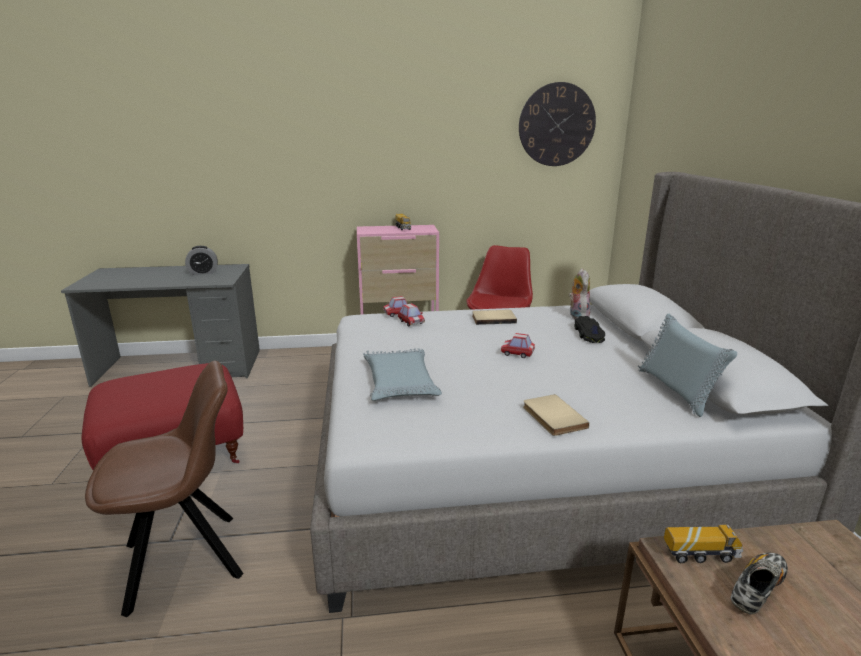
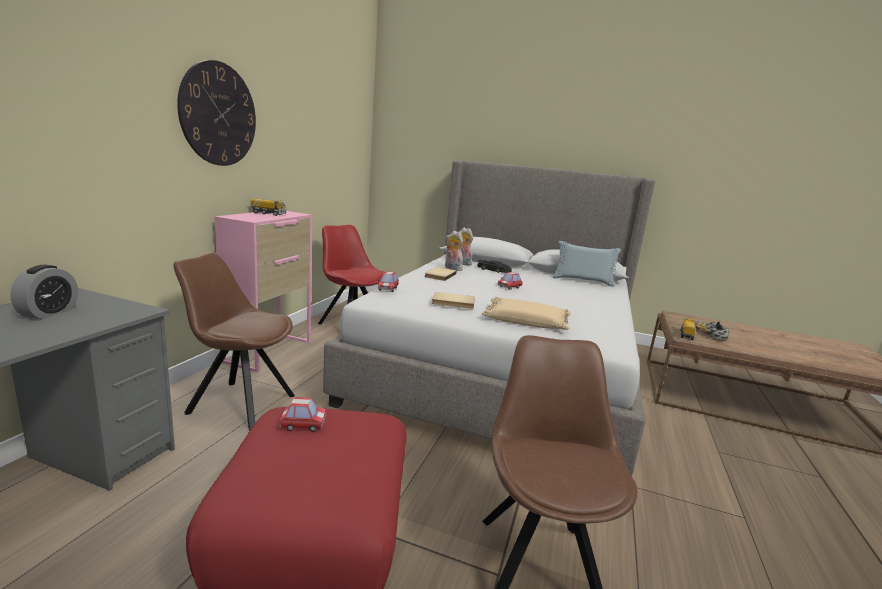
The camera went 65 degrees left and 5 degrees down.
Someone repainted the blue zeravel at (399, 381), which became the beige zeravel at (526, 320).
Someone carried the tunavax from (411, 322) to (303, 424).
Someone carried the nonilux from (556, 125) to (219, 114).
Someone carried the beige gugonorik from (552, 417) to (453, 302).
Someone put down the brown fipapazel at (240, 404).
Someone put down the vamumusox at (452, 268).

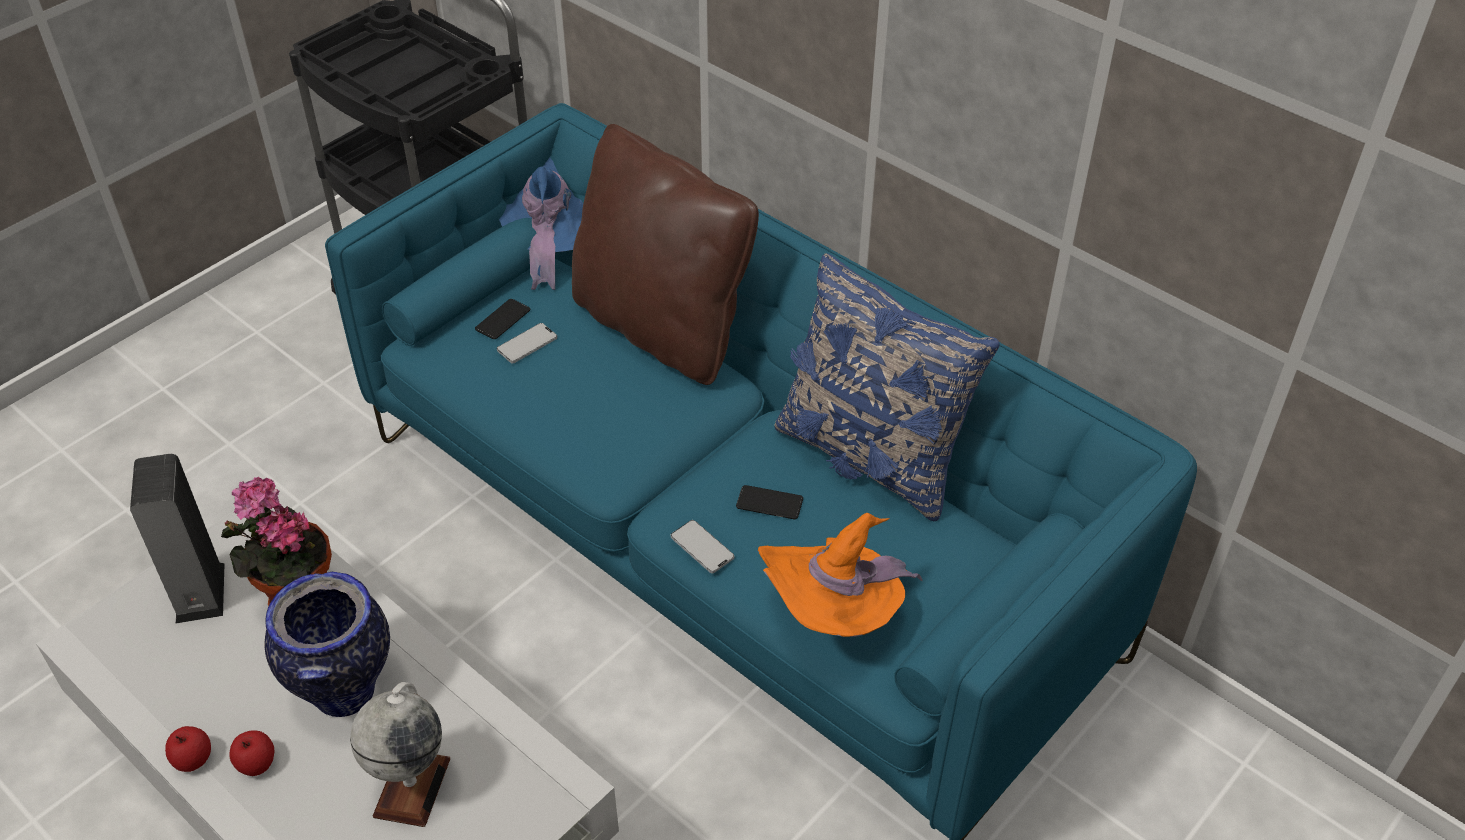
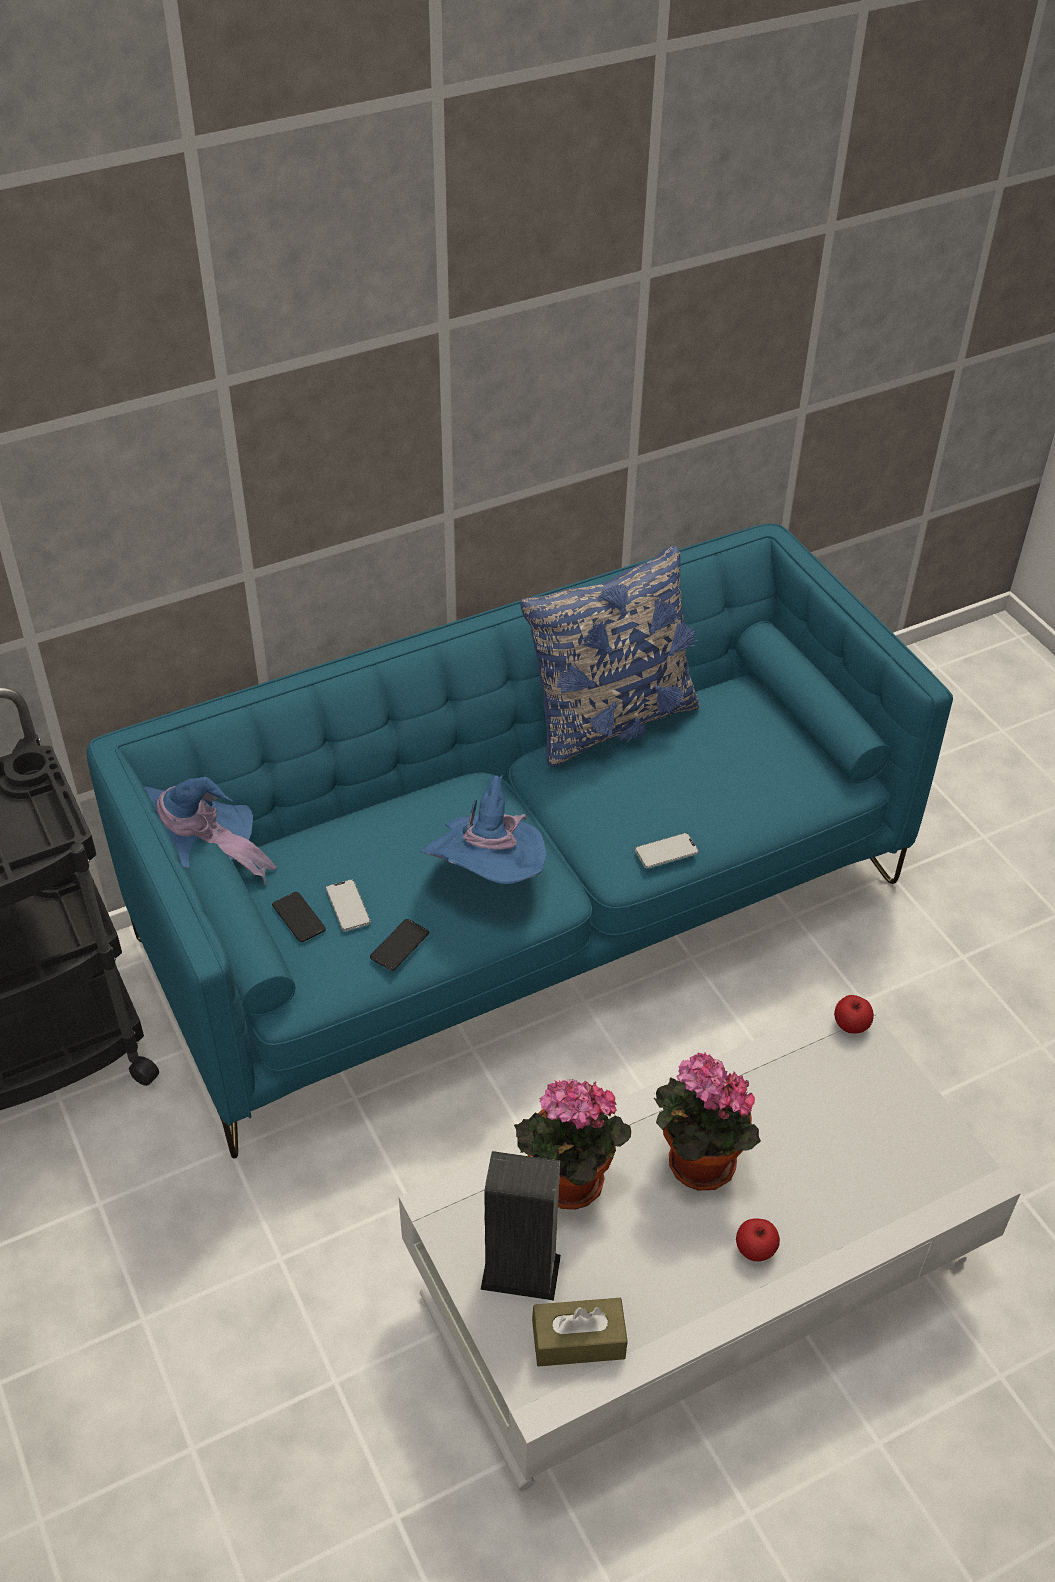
The camera went 70 degrees left and 0 degrees up.
Someone carried the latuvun from (193, 759) to (851, 1025).
Someone swapped the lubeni at (344, 691) for the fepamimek at (695, 1165).
Someone took away the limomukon at (412, 786).
Someone took away the brown zeravel at (662, 327).
Someone carried the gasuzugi from (769, 503) to (399, 945).
Someone took away the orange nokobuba at (835, 614).
Someone put down the blue nokobuba at (489, 876).
Someone put down the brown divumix at (578, 1340).

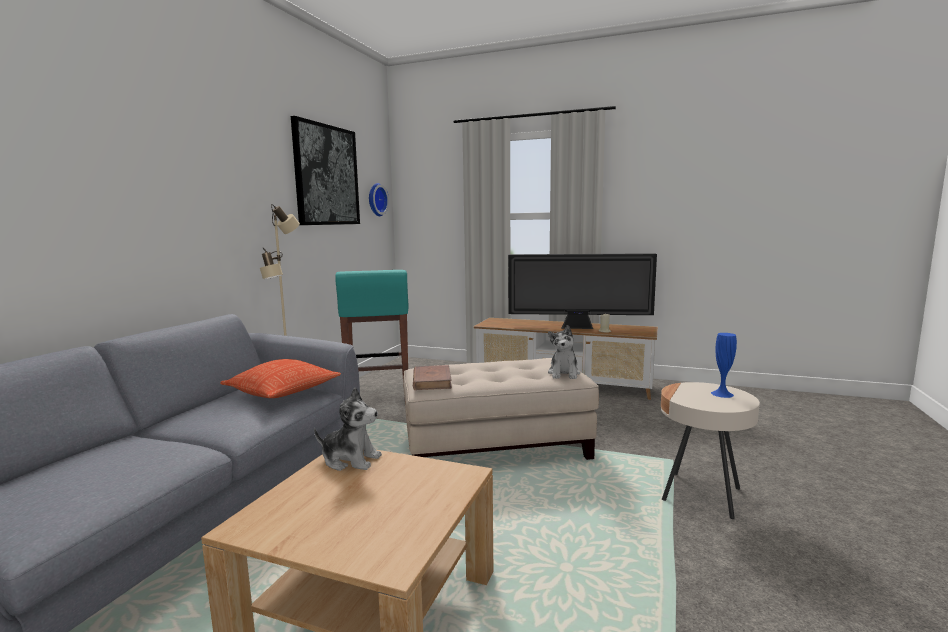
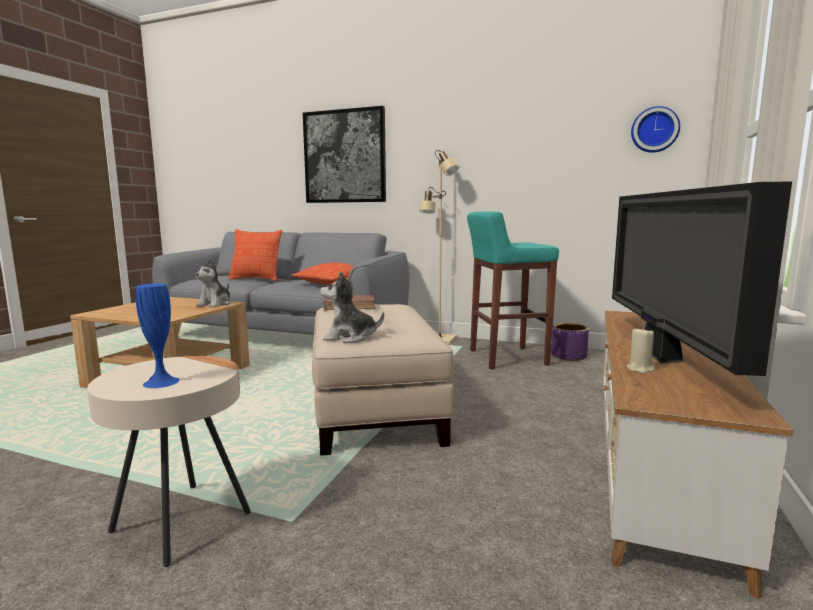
The camera went 90 degrees right and 0 degrees up.
Someone carried the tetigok from (326, 175) to (344, 156).
Someone put down the orange zeravel at (256, 279).
Someone put down the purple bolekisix at (569, 356).

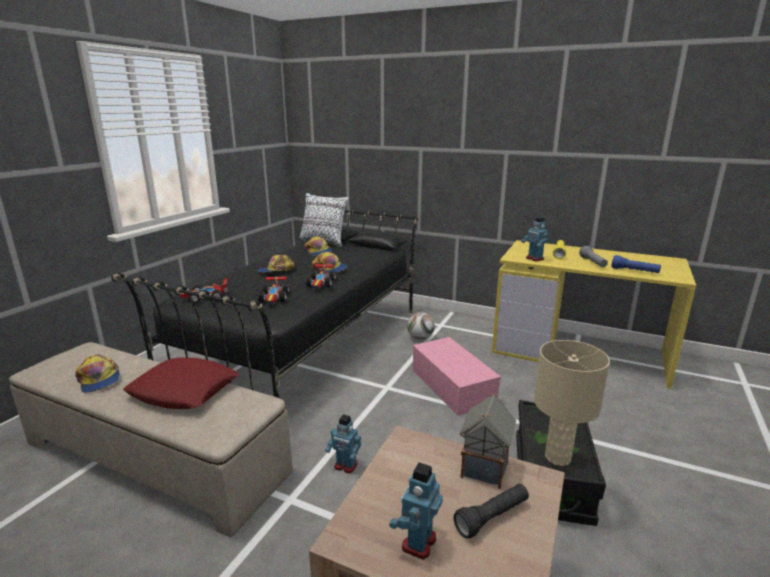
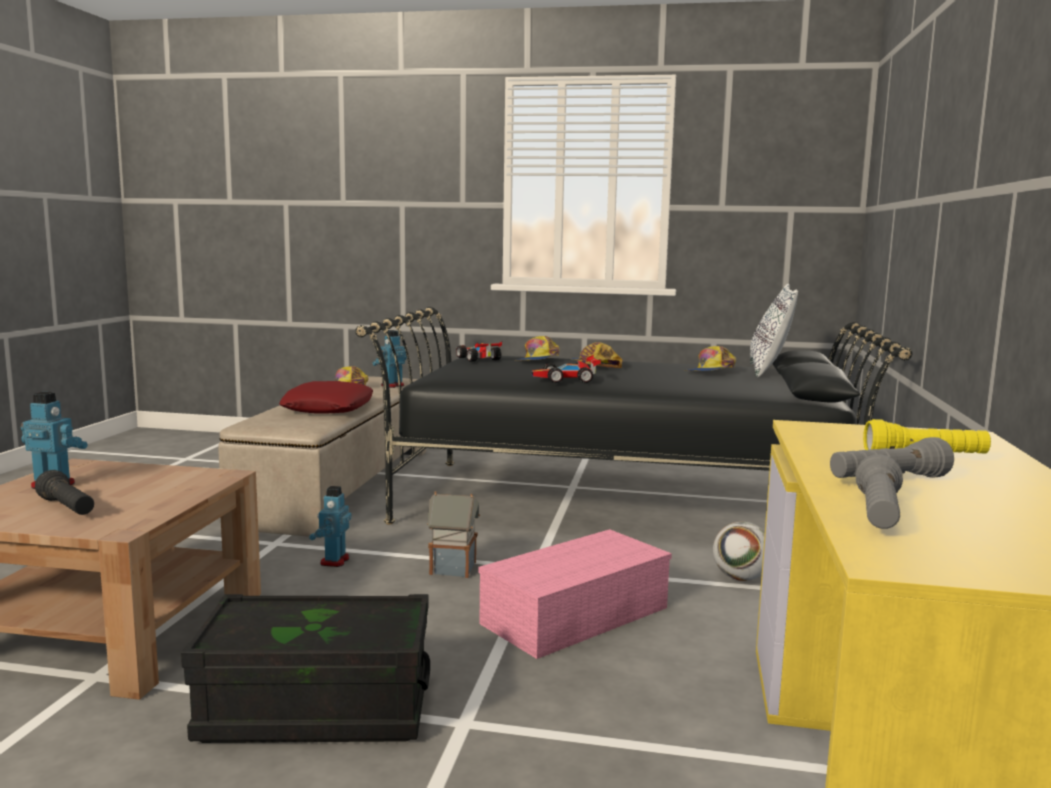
The camera went 75 degrees right and 10 degrees down.
Someone took away the tunavax at (275, 297).
Someone carried the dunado from (329, 268) to (537, 360).
Someone carried the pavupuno from (484, 468) to (454, 568).
Someone carried the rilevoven from (534, 259) to (392, 385).
Someone took away the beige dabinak at (557, 457).
Someone repainted the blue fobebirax at (634, 271), which became the grey fobebirax at (878, 514).

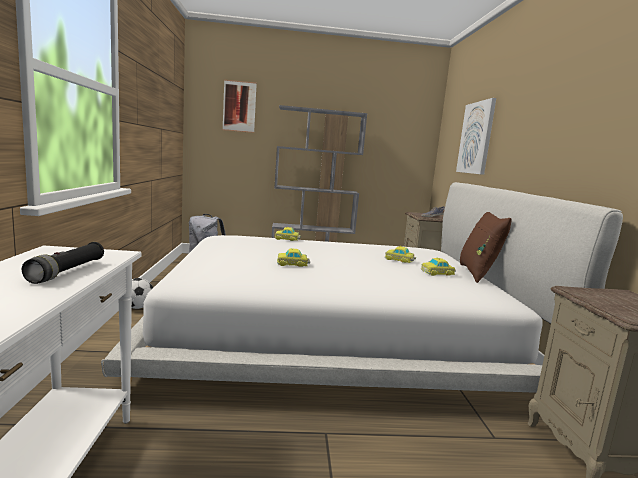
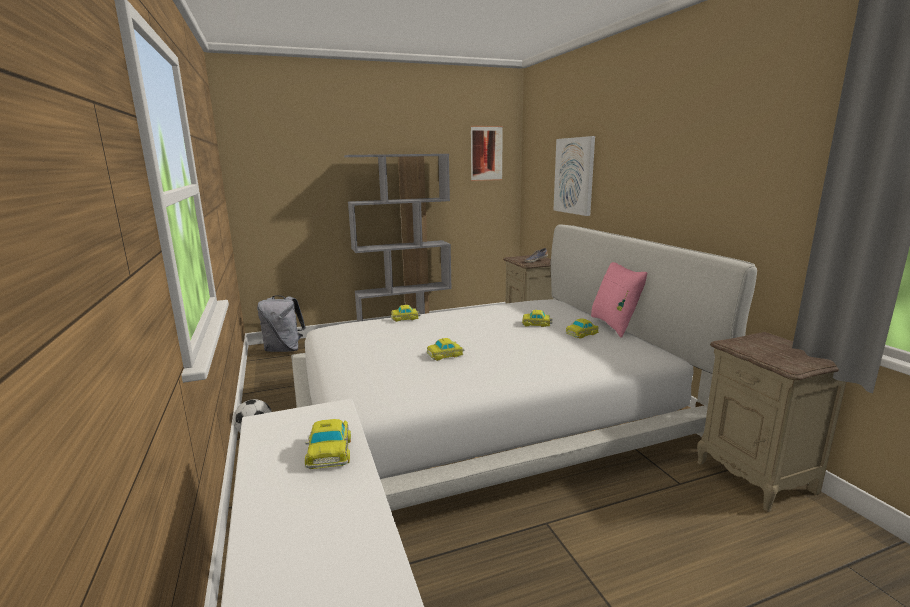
The camera went 15 degrees left and 5 degrees up.
Someone swapped the black fobebirax at (68, 271) for the tunavax at (329, 450).
Someone carried the tetigok from (239, 106) to (486, 153).
Someone repainted the brown zeravel at (478, 274), which became the pink zeravel at (614, 326).

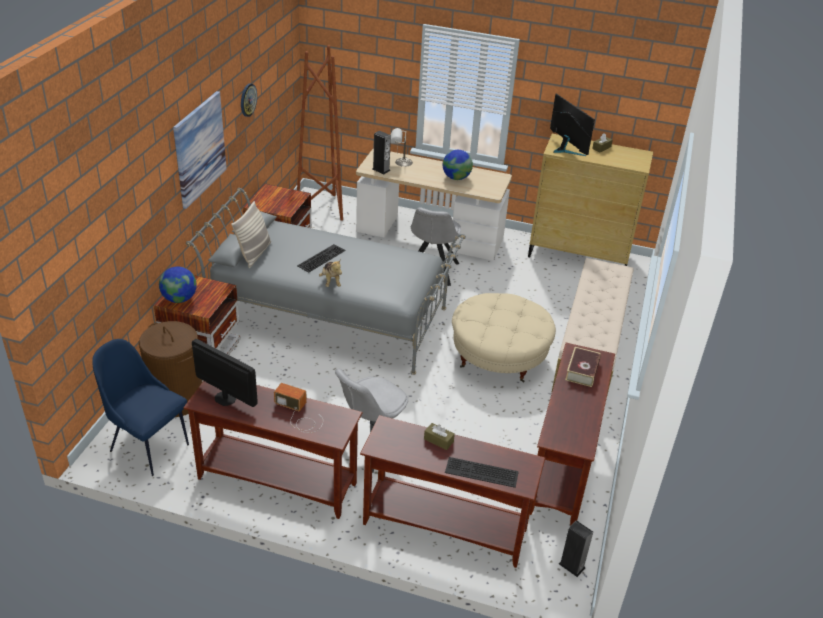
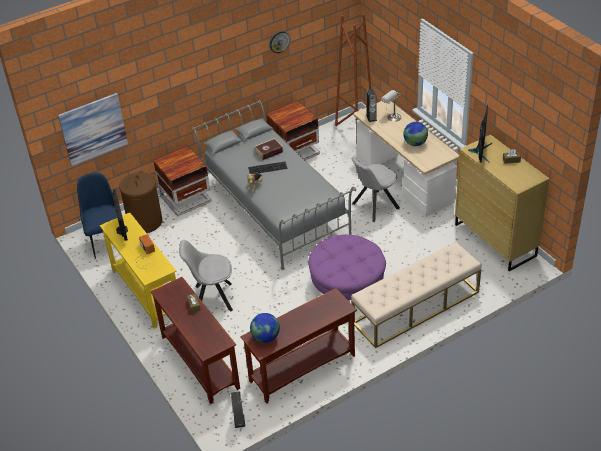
The camera went 45 degrees right and 5 degrees up.
Someone carried the limomukon from (179, 299) to (266, 337).
Someone carried the tetigok from (199, 149) to (93, 129).
Someone repainted the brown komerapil at (276, 481), which became the yellow komerapil at (146, 292).
Someone took away the zeravel at (254, 254).
Someone took away the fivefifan at (480, 473).
Someone repainted the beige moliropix at (499, 356), which became the purple moliropix at (347, 284).
Someone carried the gugonorik from (582, 371) to (269, 152).

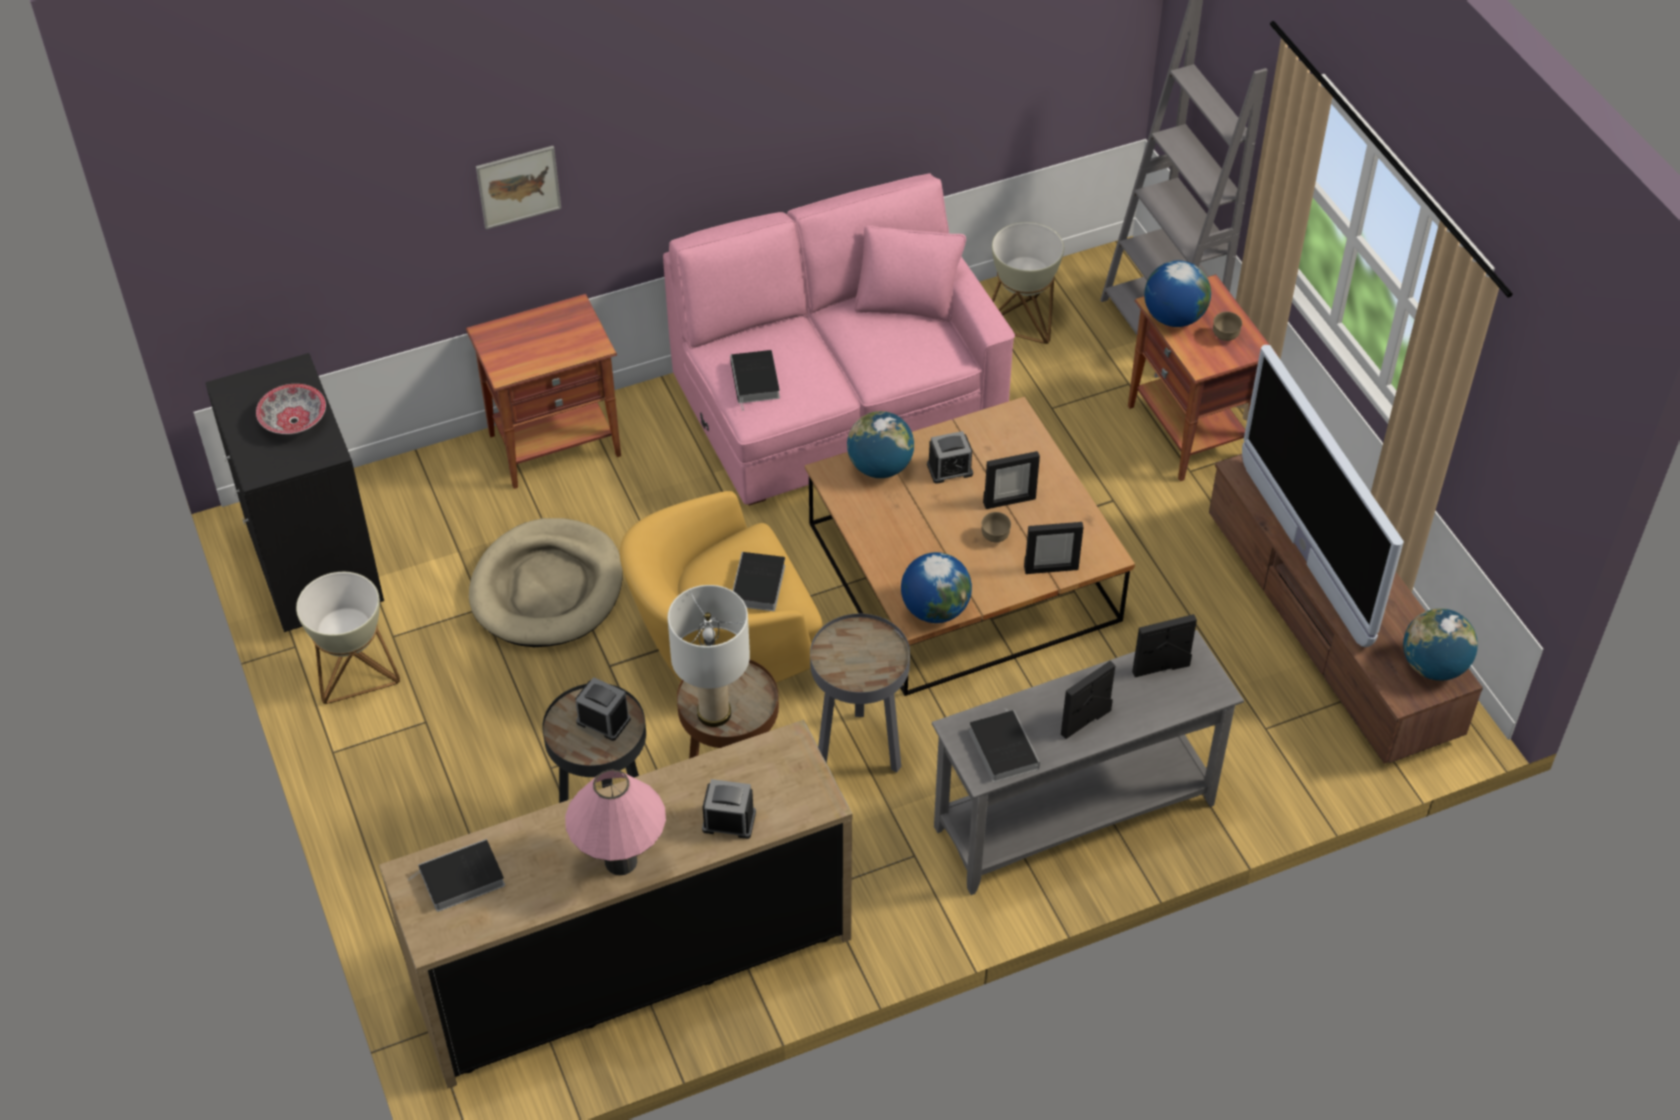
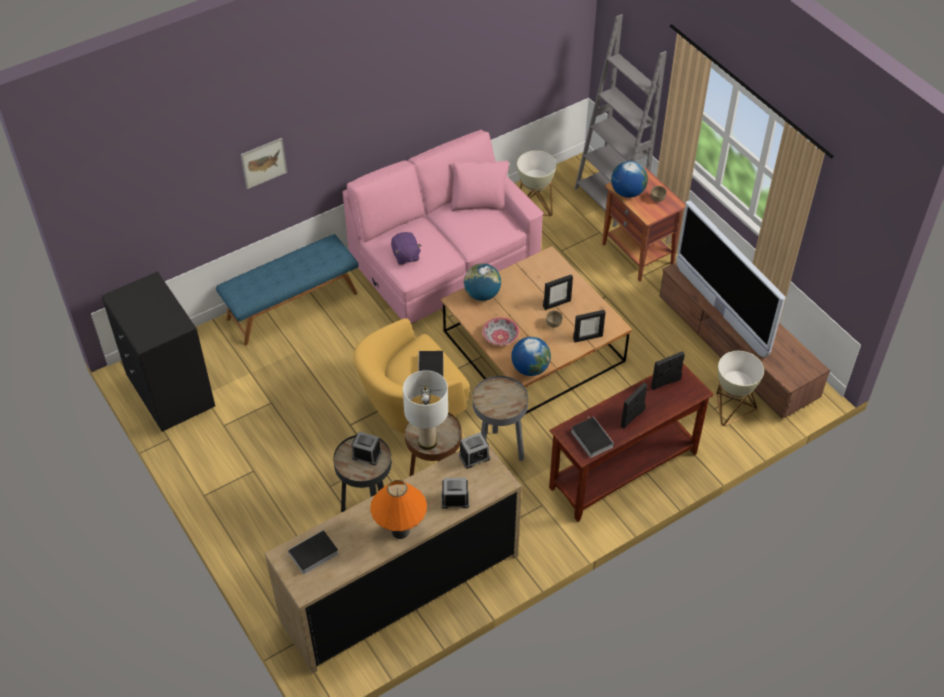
The camera went 10 degrees left and 0 degrees up.
Someone carried the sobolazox from (294, 420) to (500, 337).
Someone carried the bolekisix from (356, 675) to (731, 408).
Someone swapped the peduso at (556, 443) for the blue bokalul at (292, 305).
Someone took away the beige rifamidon at (547, 588).
Someone repainted the pink dabinak at (621, 861), which became the orange dabinak at (400, 531).
Someone swapped the gugonorik at (755, 381) for the purple vamumusox at (405, 256).
Someone carried the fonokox from (949, 469) to (474, 457).
Someone repainted the grey komerapil at (1073, 817), which became the brown komerapil at (623, 471).
Someone took away the limomukon at (1433, 666).

